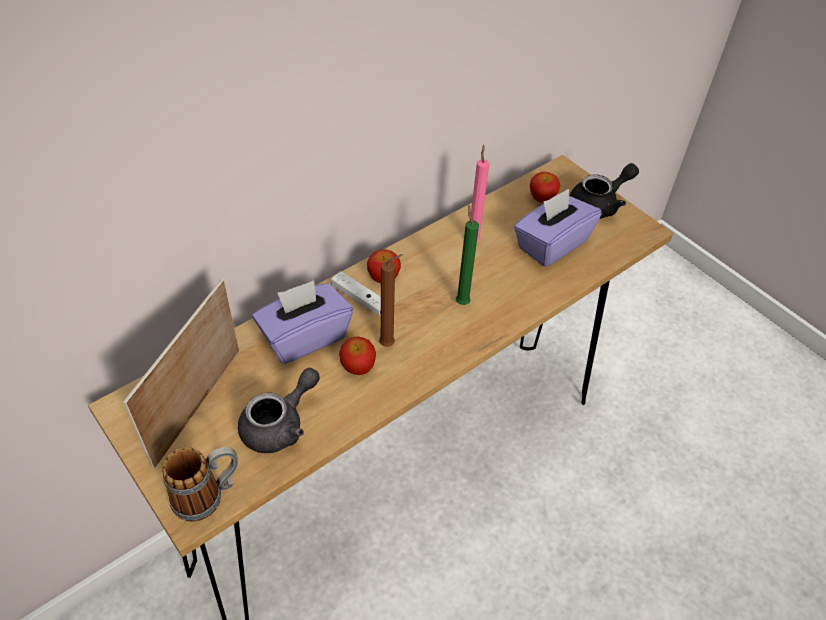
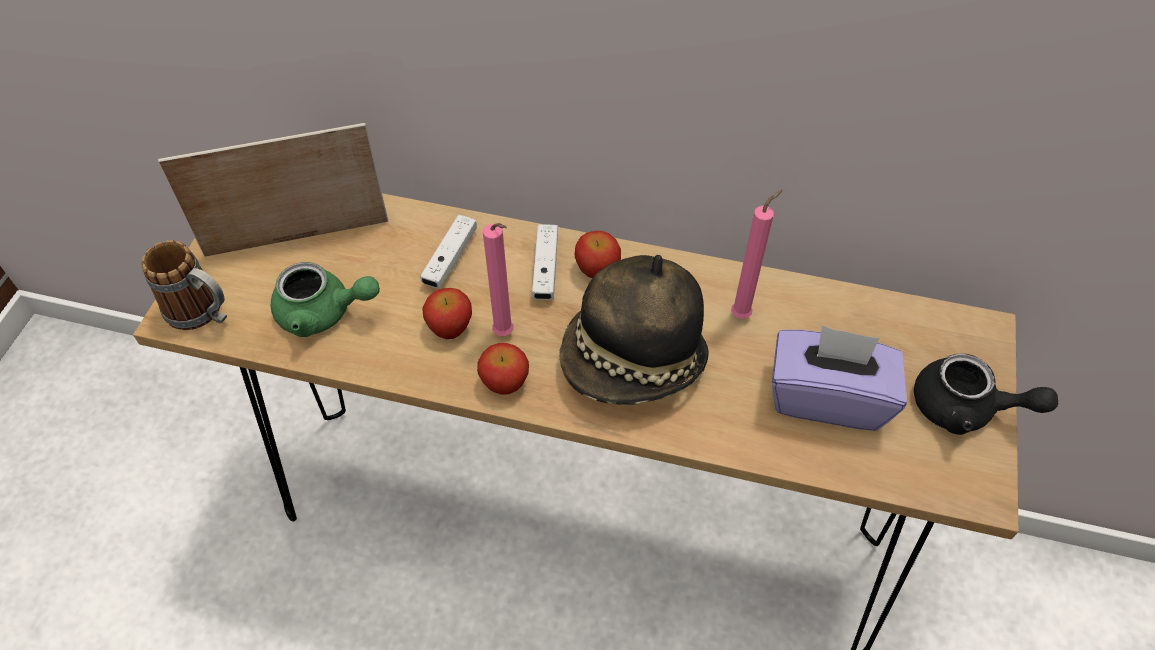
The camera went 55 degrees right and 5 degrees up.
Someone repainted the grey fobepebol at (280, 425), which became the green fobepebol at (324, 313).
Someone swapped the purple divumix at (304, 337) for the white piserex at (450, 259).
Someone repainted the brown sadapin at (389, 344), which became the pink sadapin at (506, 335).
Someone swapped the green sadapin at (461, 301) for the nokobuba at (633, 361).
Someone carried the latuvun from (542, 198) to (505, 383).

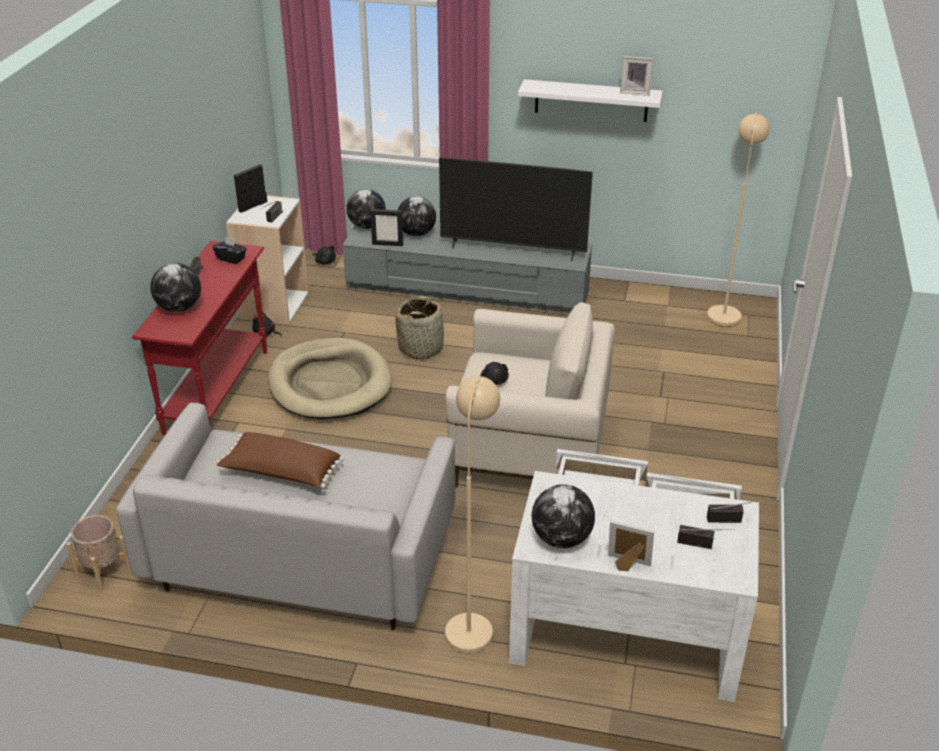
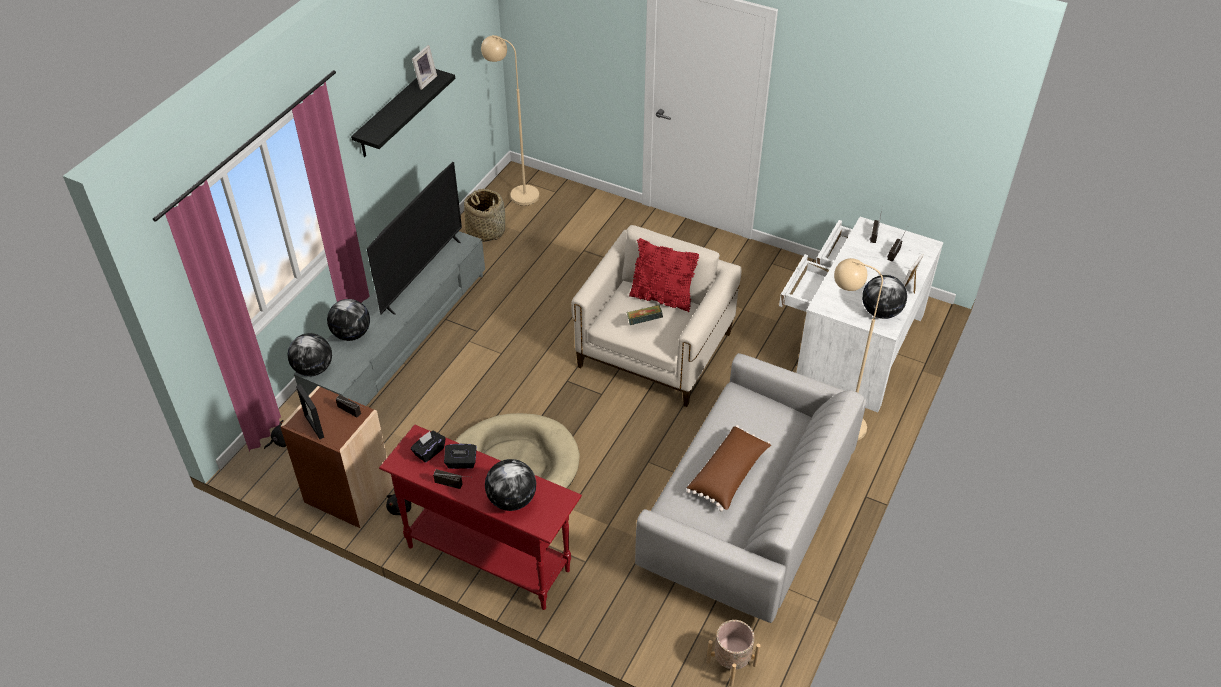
The camera went 75 degrees left and 10 degrees up.
Someone repainted the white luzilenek at (274, 304), which became the brown luzilenek at (347, 494).
Someone took away the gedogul at (387, 244).
Someone carried the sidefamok from (421, 348) to (485, 231).
Someone swapped the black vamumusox at (494, 380) for the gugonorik at (644, 323).
Someone repainted the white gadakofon at (591, 100), which became the black gadakofon at (393, 113).
Someone put down the black divumix at (461, 463).
Someone put down the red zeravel at (662, 298).

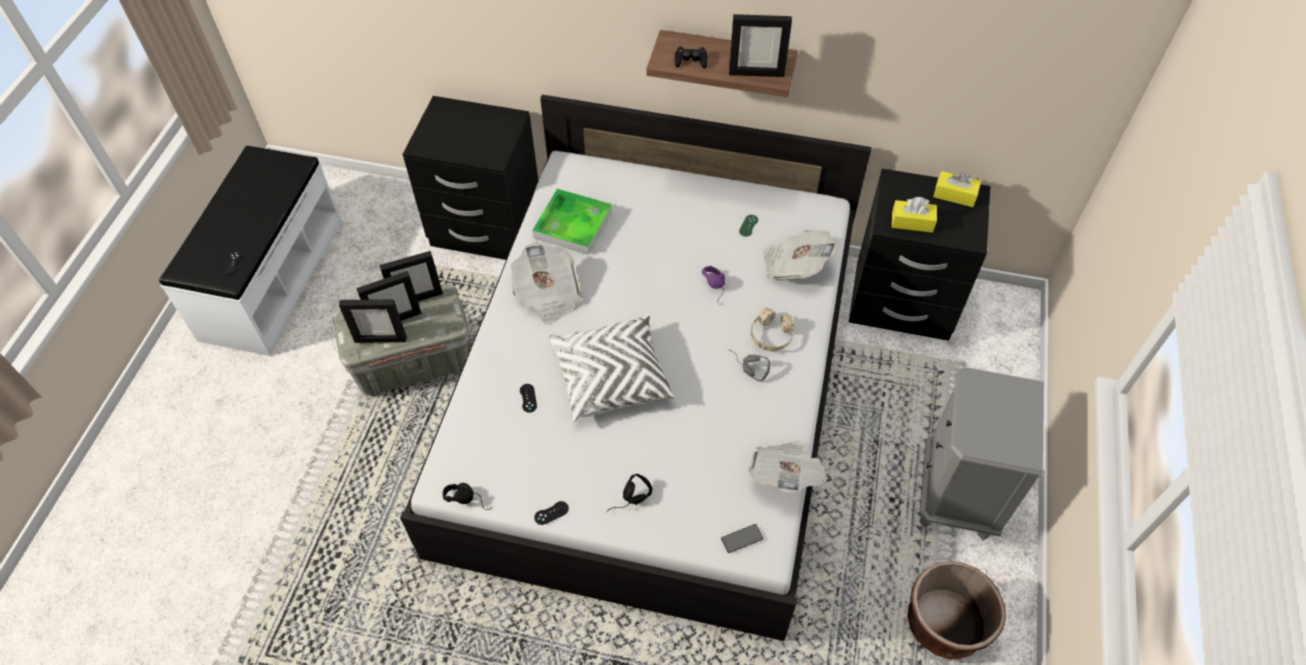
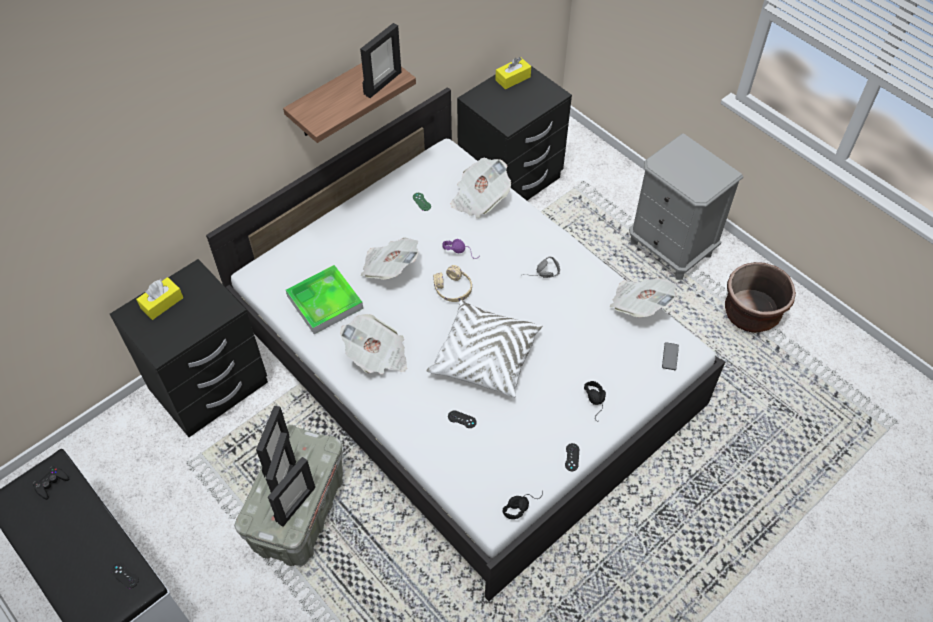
The camera went 55 degrees left and 0 degrees up.
Someone carried the black piserex from (690, 60) to (51, 484).
Someone carried the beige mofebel from (771, 335) to (453, 289).
Someone carried the yellow divumix from (912, 222) to (162, 303).
Someone put down the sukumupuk at (389, 268).

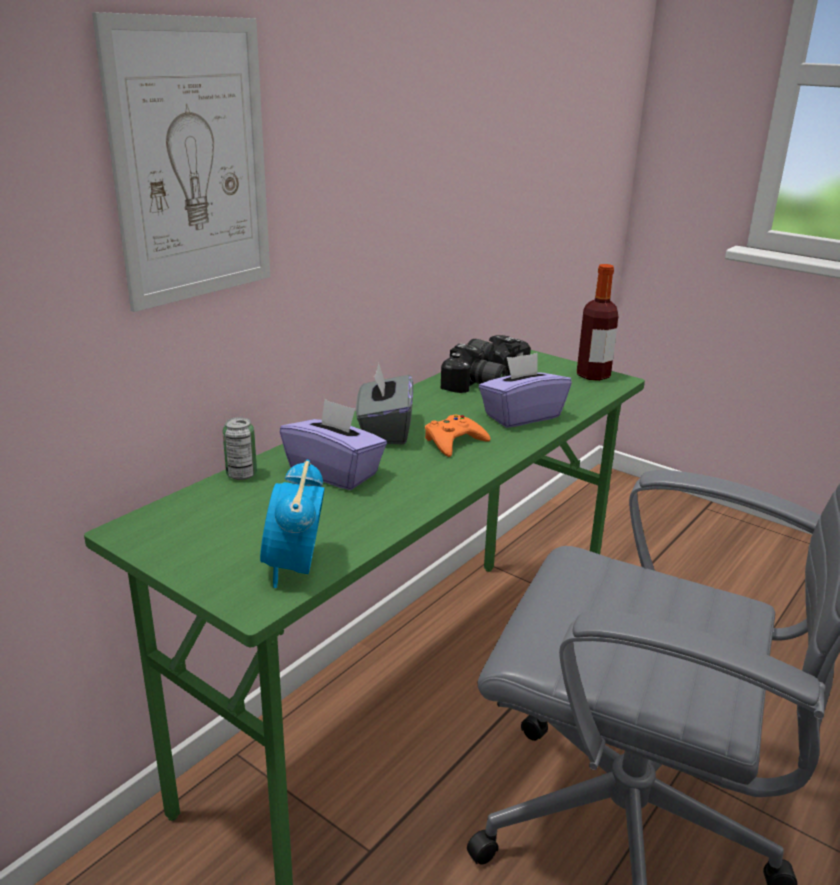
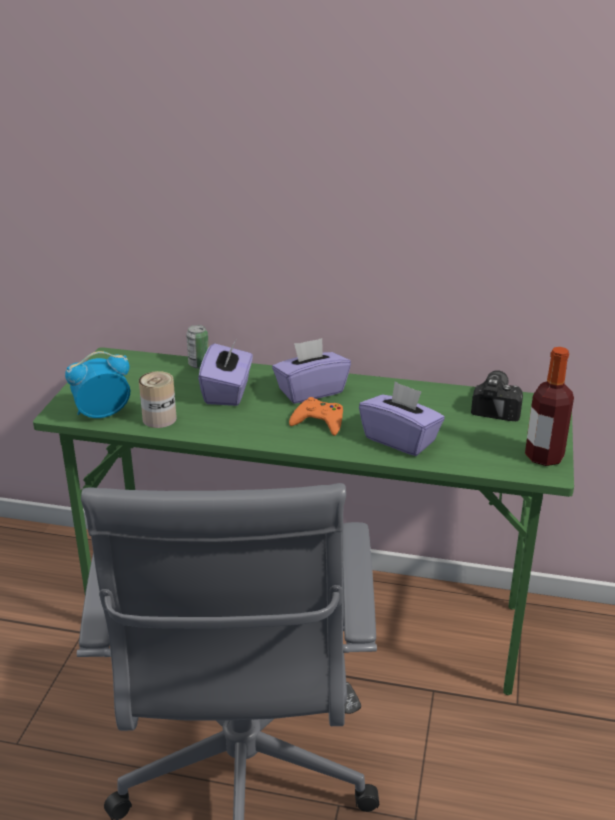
The camera went 65 degrees right and 5 degrees up.
Someone took away the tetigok at (192, 163).
Someone repainted the grey divumix at (384, 430), which became the purple divumix at (310, 391).
Someone took away the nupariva at (474, 386).
Someone put down the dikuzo at (159, 419).

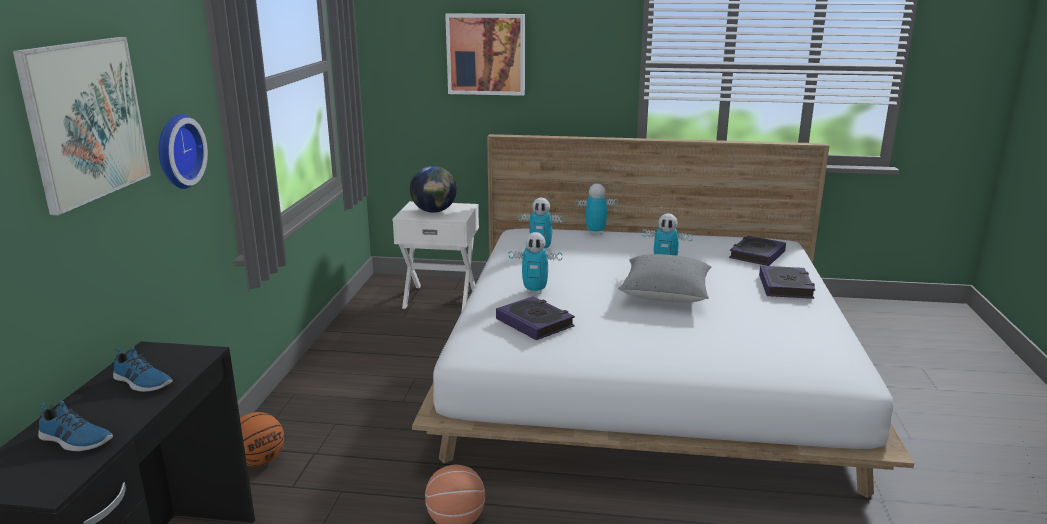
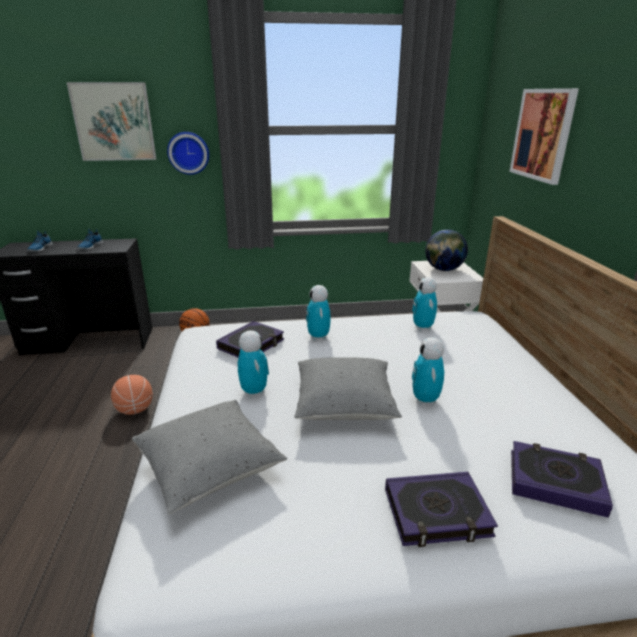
The camera went 75 degrees right and 5 degrees up.
Someone carried the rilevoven from (595, 232) to (254, 391).
Someone put down the grey zeravel at (210, 468).

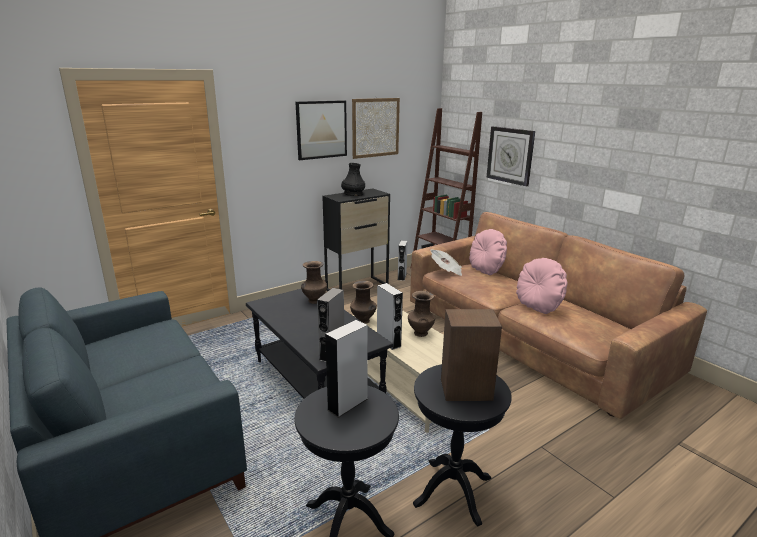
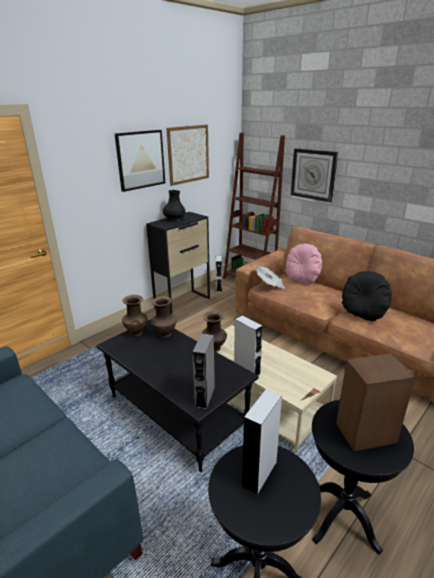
The camera went 10 degrees left and 5 degrees up.
Someone carried the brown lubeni from (420, 333) to (136, 332).
Someone repainted the pink zeravel at (538, 307), which became the black zeravel at (362, 314).

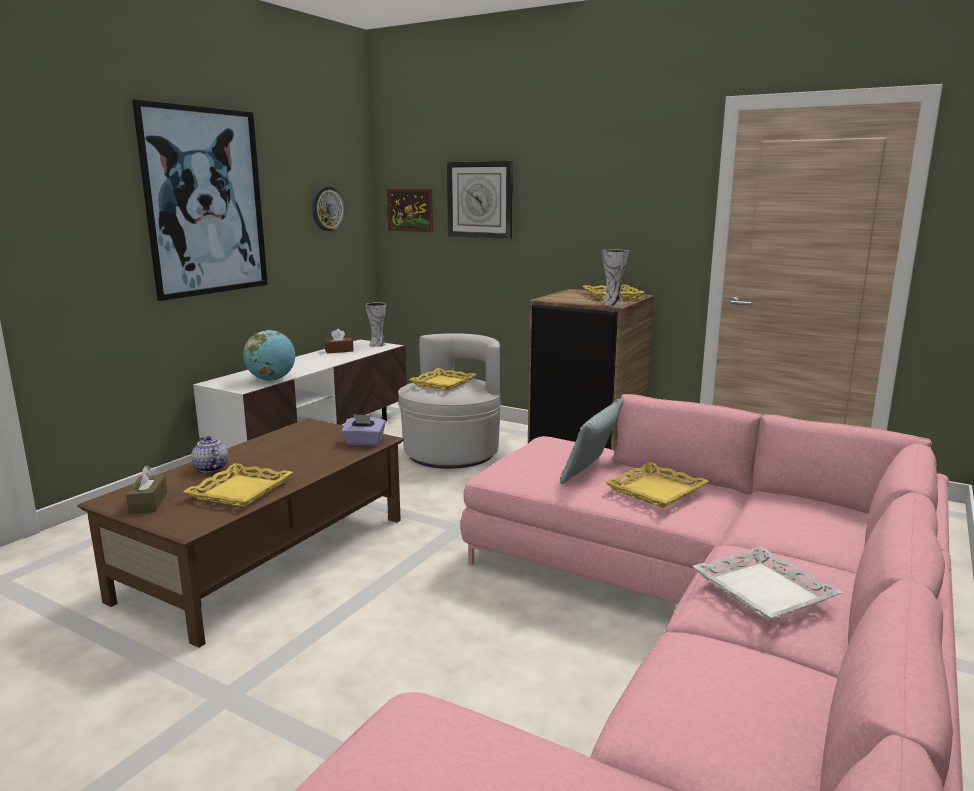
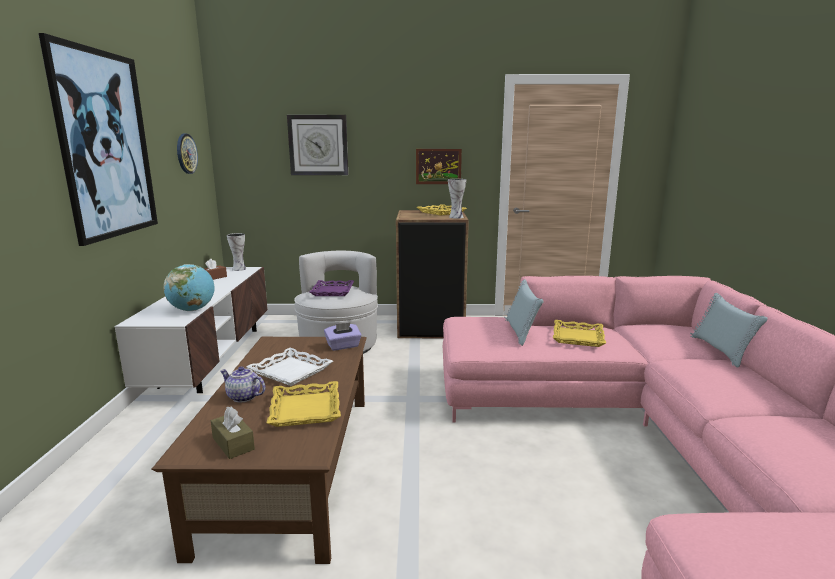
The camera went 30 degrees left and 0 degrees up.
Someone carried the tetigok from (410, 210) to (438, 166).
Someone repainted the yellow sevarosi at (443, 383), which became the purple sevarosi at (333, 291).
Someone carried the white sevarosi from (764, 591) to (291, 371).
Someone put down the blue zeravel at (721, 351).

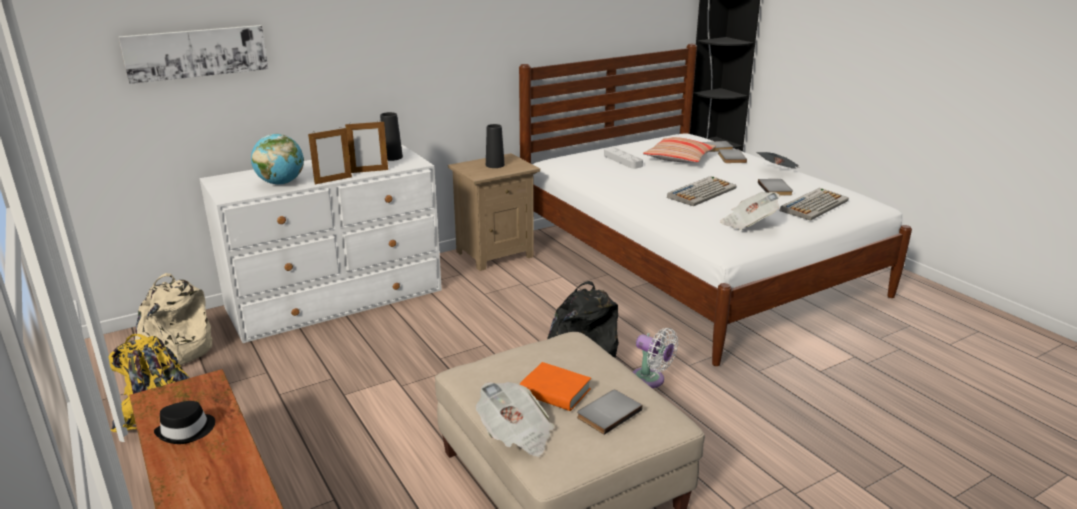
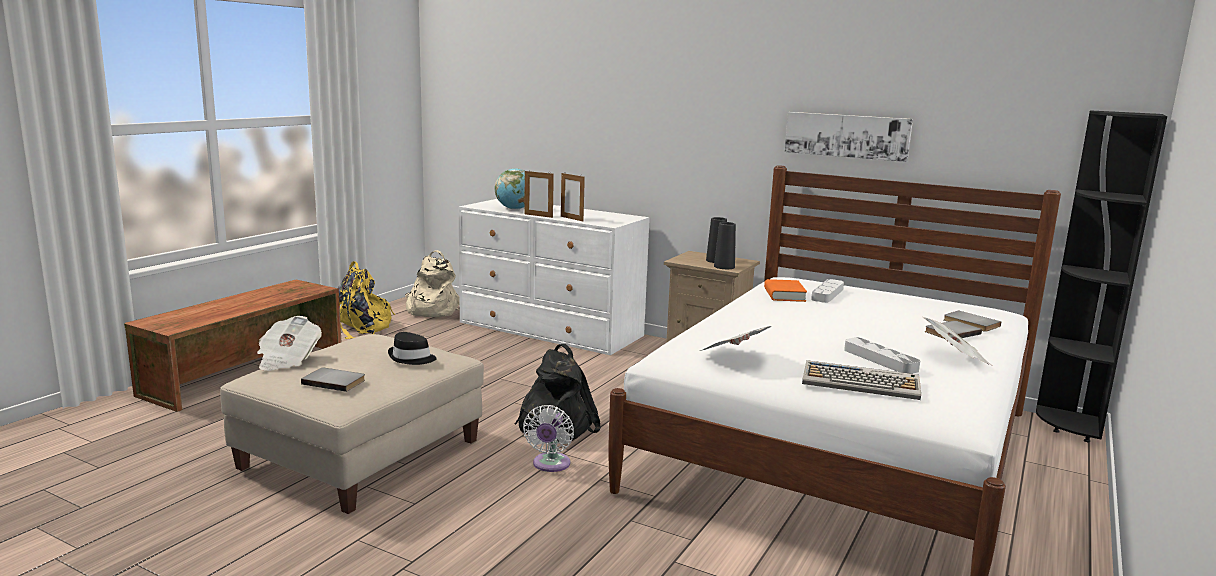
The camera went 60 degrees right and 10 degrees down.
Someone carried the tetigok from (196, 53) to (847, 135).
Someone carried the black nokobuba from (186, 431) to (411, 358).
Someone carried the black lubeni from (392, 157) to (724, 266).
Someone carried the orange gugonorik from (555, 392) to (784, 295).
Someone took away the zeravel at (679, 158).
Someone took away the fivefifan at (701, 192).
Someone swapped the grey gugonorik at (776, 189) for the grey sevarosi at (880, 360).

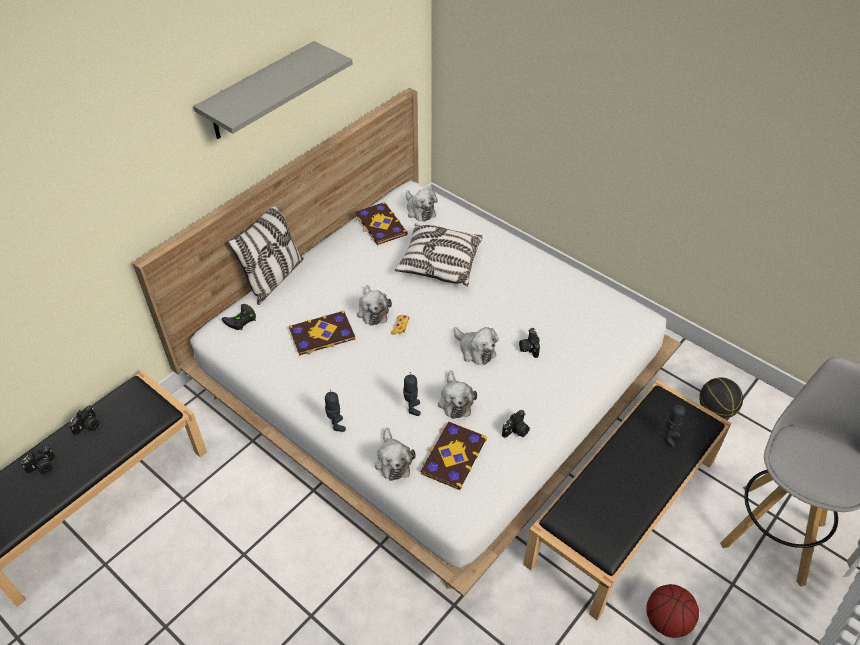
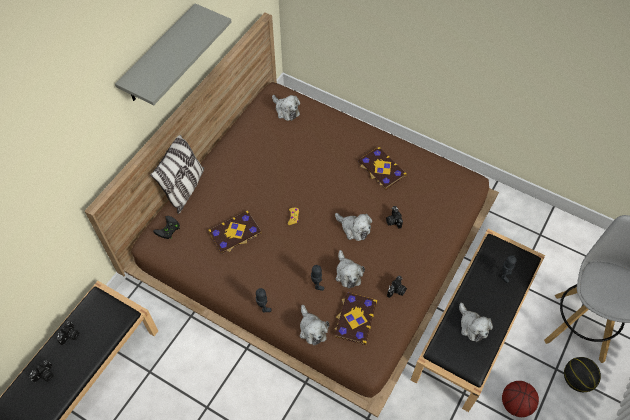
The camera went 10 degrees left and 10 degrees up.
Someone repainted the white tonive at (430, 381), which became the brown tonive at (315, 245).
Someone carried the gugonorik from (380, 225) to (381, 169).
Someone carried the vamumusox from (372, 311) to (472, 326).
Someone took away the zeravel at (439, 264).
Someone carried the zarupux from (716, 410) to (576, 379).

